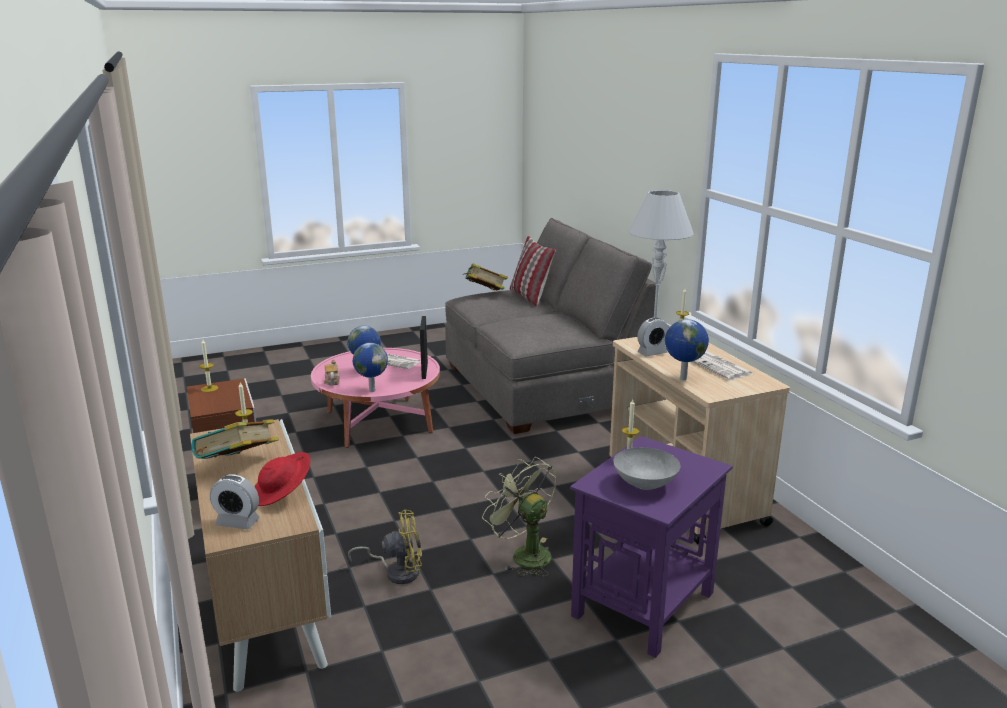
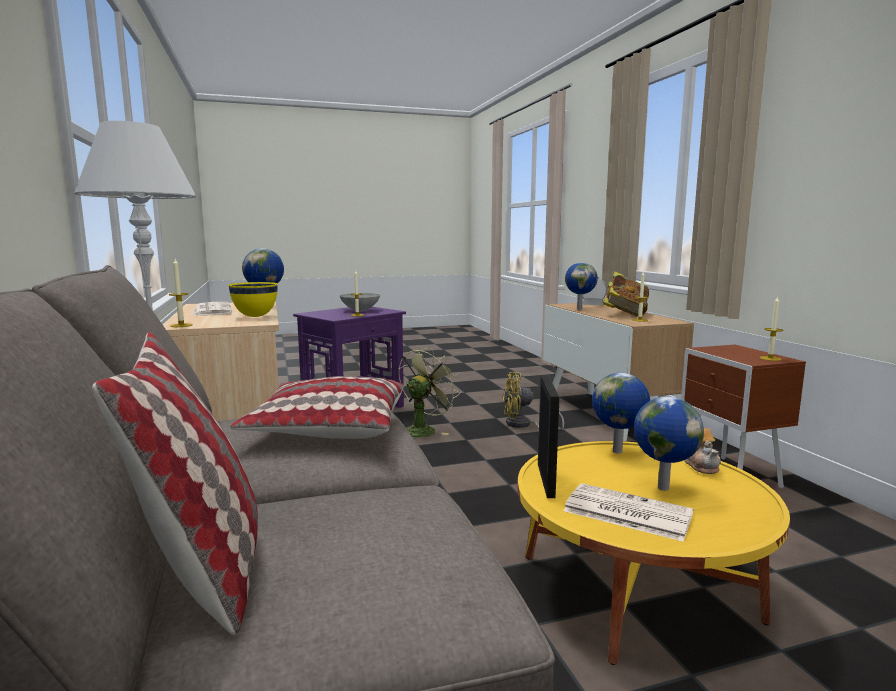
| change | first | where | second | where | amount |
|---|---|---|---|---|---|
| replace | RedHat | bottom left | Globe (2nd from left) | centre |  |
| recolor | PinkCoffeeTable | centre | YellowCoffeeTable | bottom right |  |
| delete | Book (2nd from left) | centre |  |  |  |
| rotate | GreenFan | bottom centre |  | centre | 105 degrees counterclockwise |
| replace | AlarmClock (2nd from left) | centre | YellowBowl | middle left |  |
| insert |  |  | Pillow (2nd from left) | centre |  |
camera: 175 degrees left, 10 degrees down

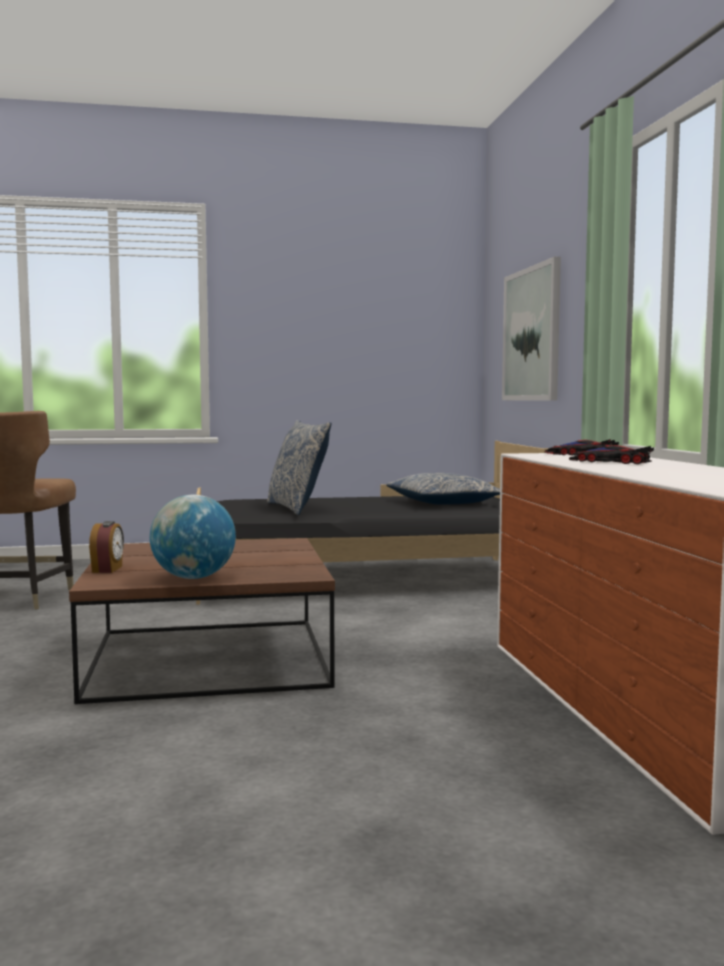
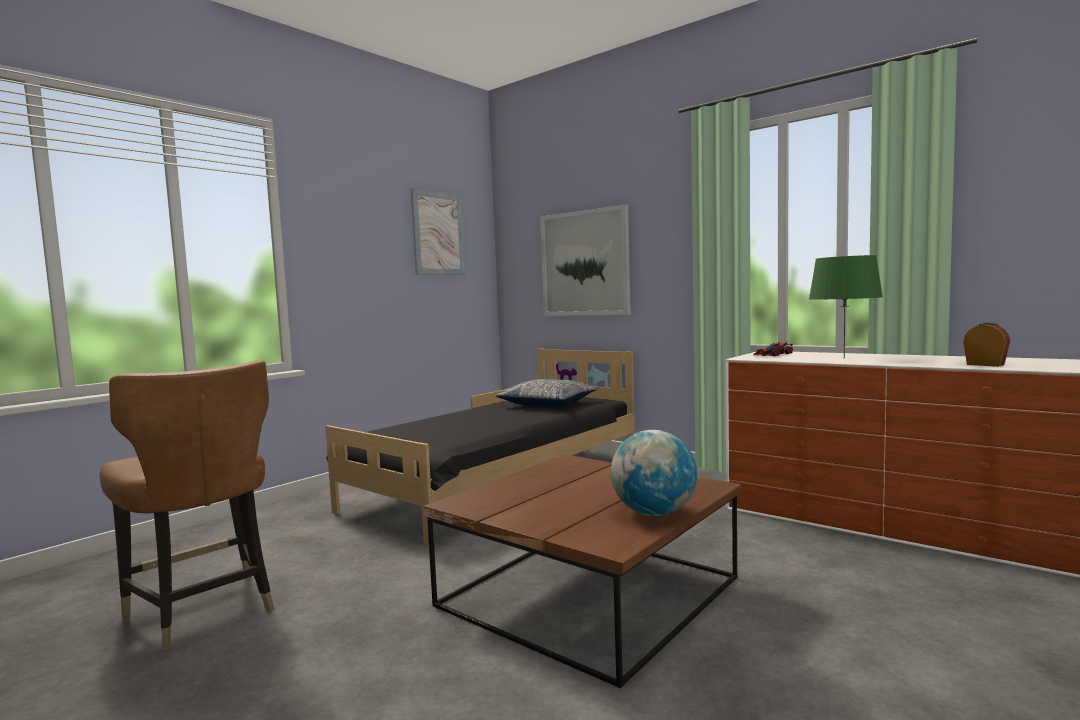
| change | first | where | second | where | amount |
|---|---|---|---|---|---|
| move | AlarmClock | middle left |  | middle right |  |
| delete | Pillow (1st from left) | centre |  |  |  |
| replace | ToyCar (2nd from left) | middle right | GreenTableLamp | middle right |  |
| insert |  |  | Picture (1st from left) | top centre |  |
camera: 40 degrees left, 0 degrees up

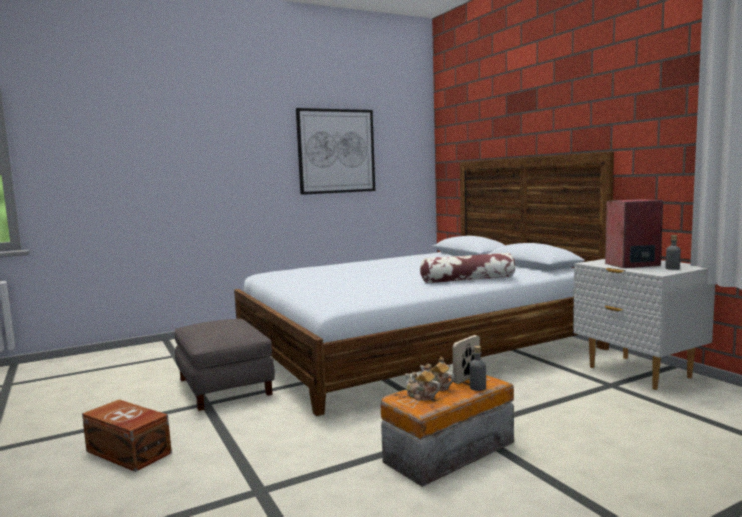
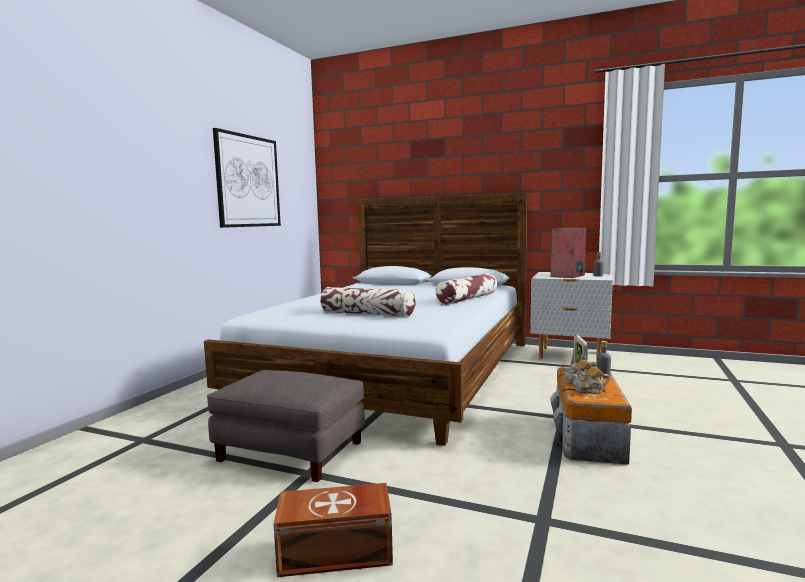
| change | first | where | second | where | amount |
|---|---|---|---|---|---|
| insert |  |  | Pillow (1st from left) | centre |  |
camera: 40 degrees left, 0 degrees up

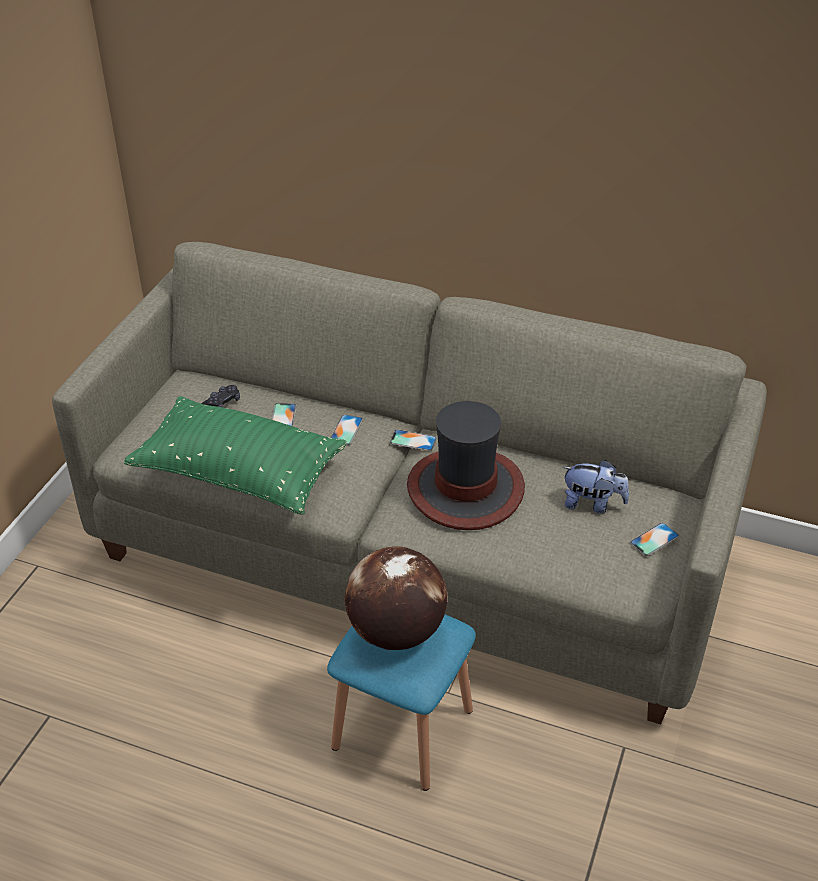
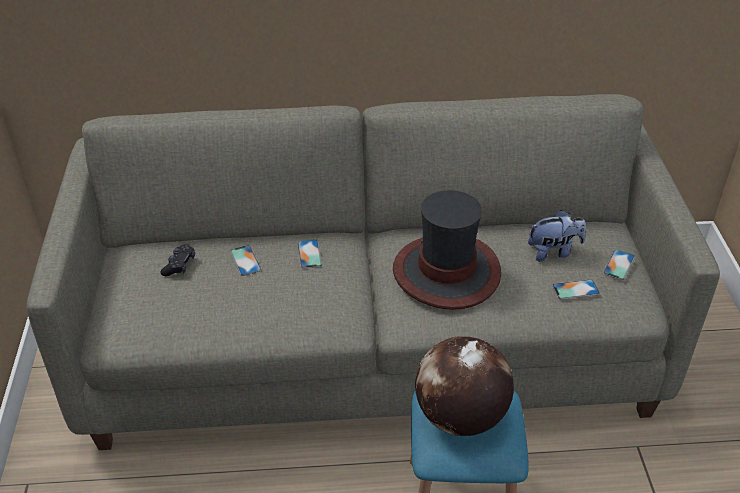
| change | first | where | second | where | amount |
|---|---|---|---|---|---|
| delete | GreenPillow | middle left |  |  |  |
| move | Phone (3rd from left) | centre |  | middle right |  |
camera: 25 degrees left, 0 degrees up

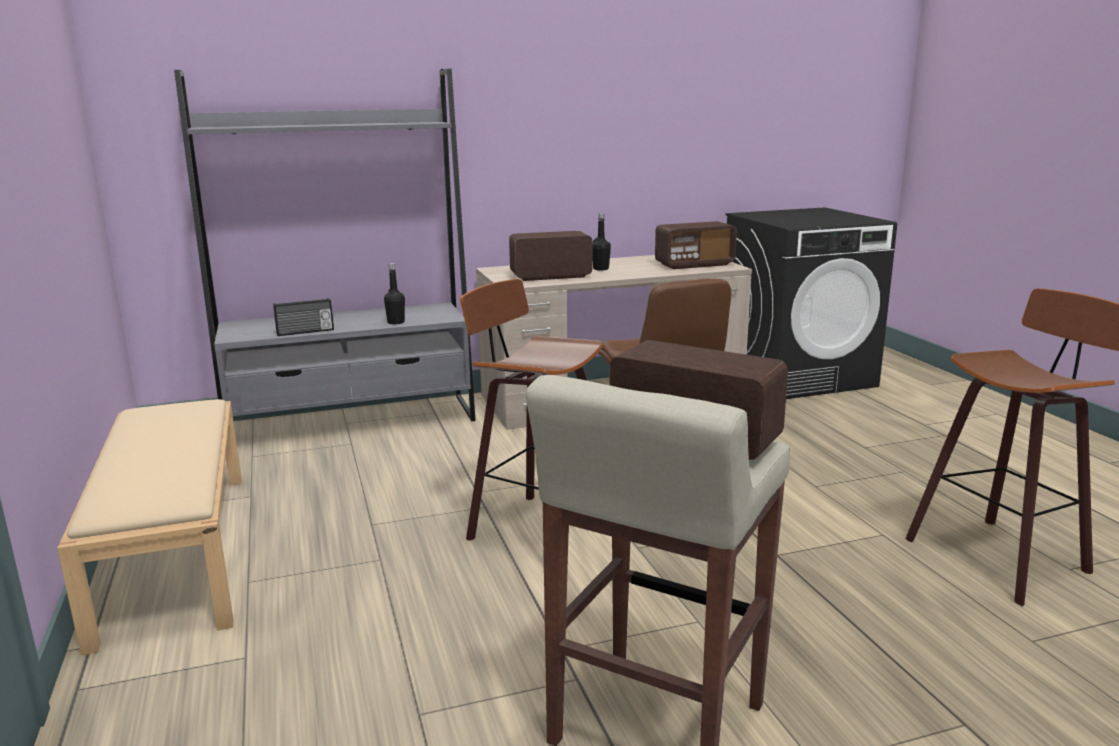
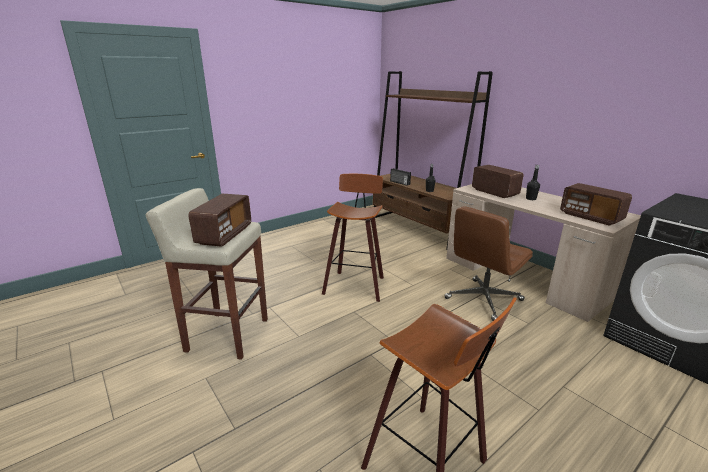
| change | first | where | second | where | amount |
|---|---|---|---|---|---|
| delete | BeigeBench | bottom left |  |  |  |
| recolor | GreyBookcase | top left | BrownBookcase | centre |  |
camera: 70 degrees right, 5 degrees up

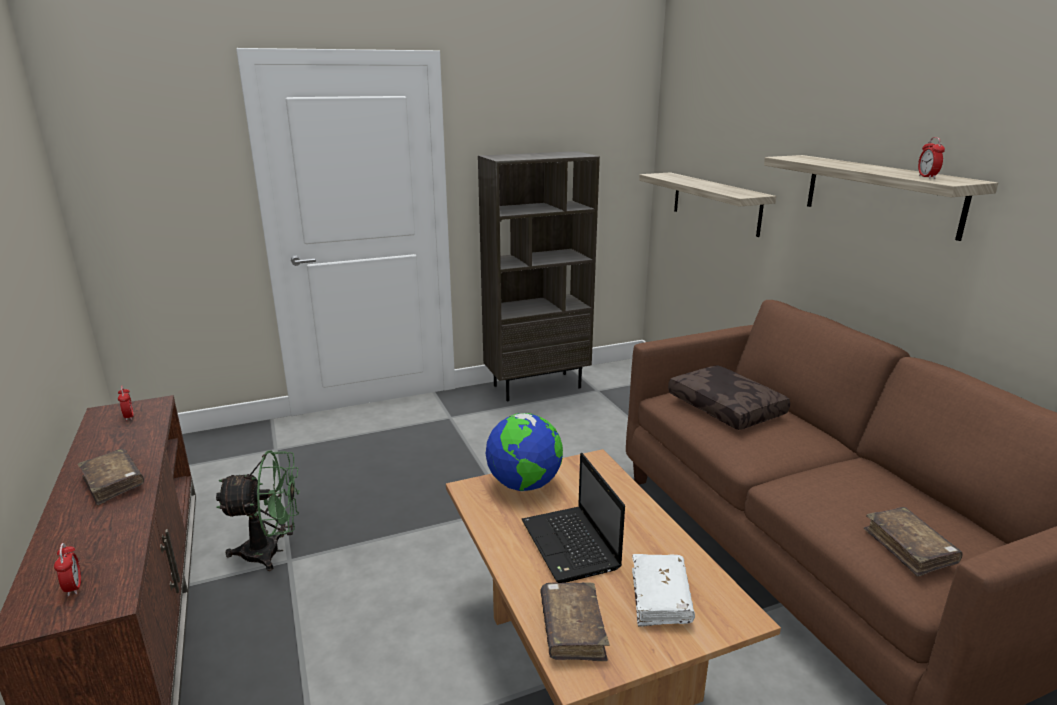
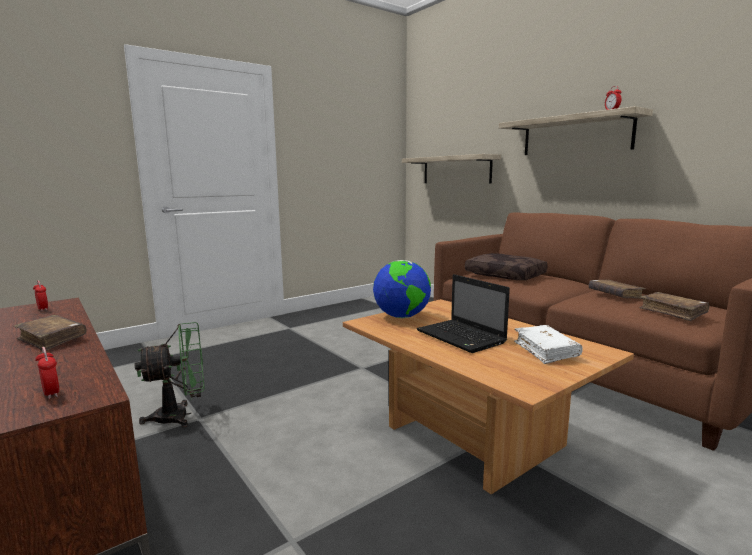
| change | first | where | second | where | amount |
|---|---|---|---|---|---|
| delete | BrownBookcase | centre |  |  |  |
| move | BrownBook (2nd from left) | bottom centre |  | middle right |  |
camera: 15 degrees left, 10 degrees down

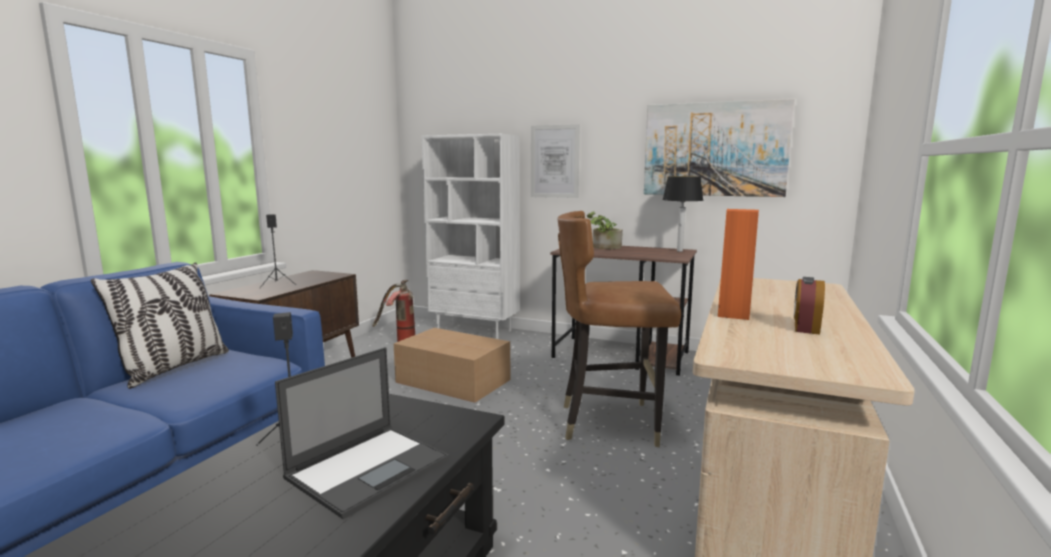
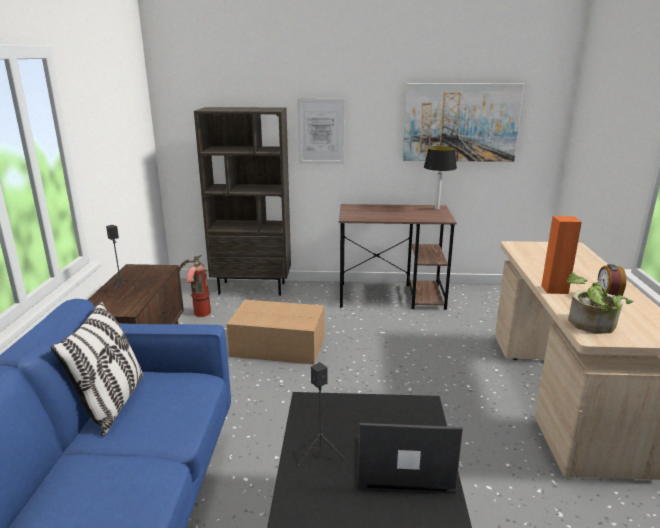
| change | first | where | second | where | amount |
|---|---|---|---|---|---|
| rotate | Laptop | bottom centre |  | bottom centre | 105 degrees counterclockwise |
| recolor | WhiteBookcase | centre | BrownBookcase | centre |  |
| delete | BrownChair | centre |  |  |  |
| move | PottedPlant | centre |  | middle right |  |
camera: 20 degrees left, 10 degrees up

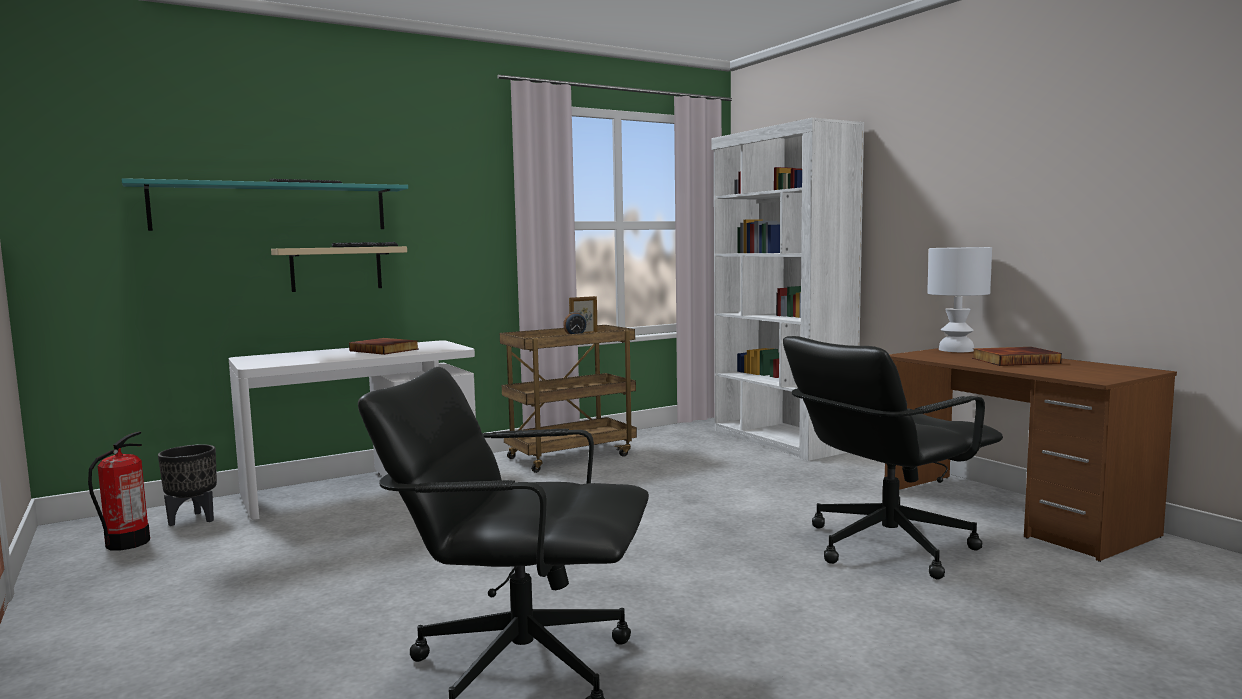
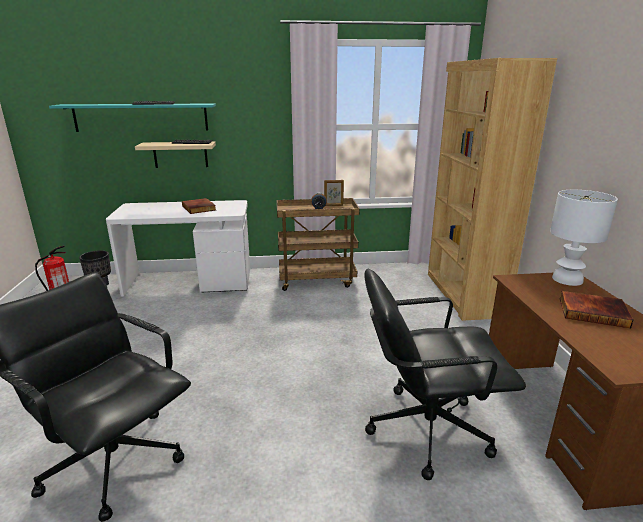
| change | first | where | second | where | amount |
|---|---|---|---|---|---|
| recolor | WhiteBookcase | centre | BrownBookcase | middle right |  |
camera: 25 degrees right, 15 degrees up

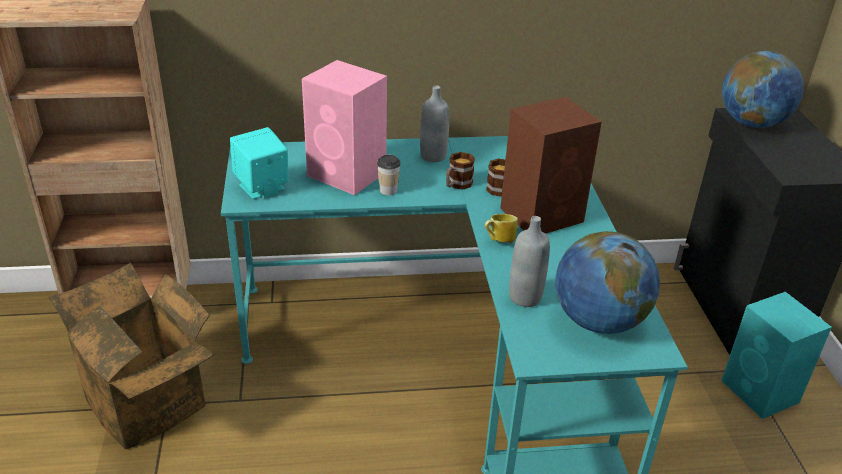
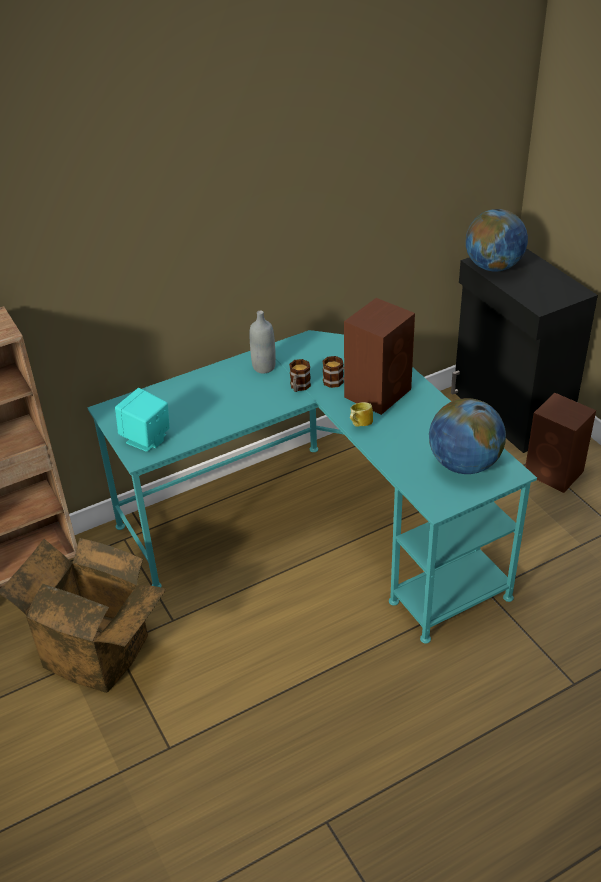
| change | first | where | second | where | amount |
|---|---|---|---|---|---|
| delete | PinkSpeaker | top centre |  |  |  |
| delete | Cup | centre |  |  |  |
| delete | GreyBottle (2nd from left) | centre |  |  |  |
| recolor | TurquoiseSpeaker (2nd from left) | bottom right | BrownSpeaker (2nd from left) | middle right |  |
camera: 20 degrees left, 5 degrees up

